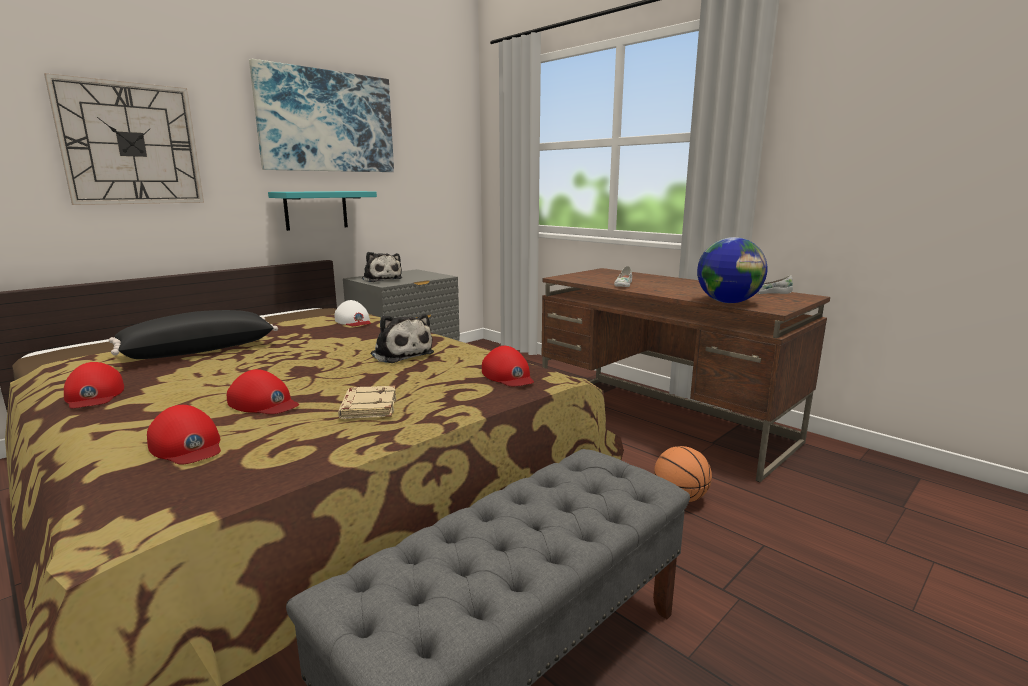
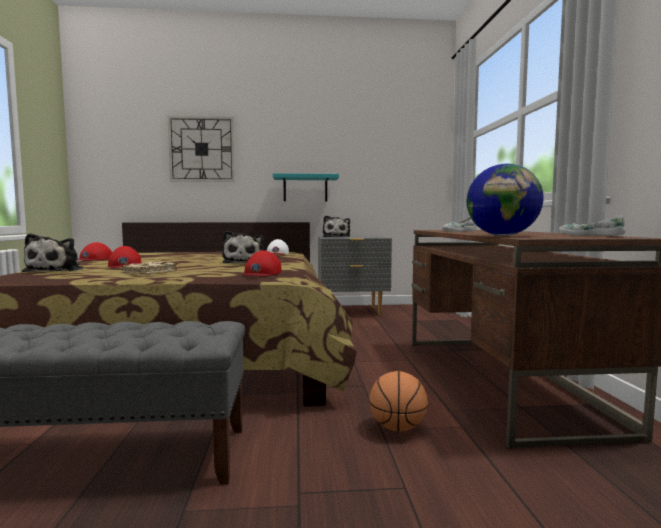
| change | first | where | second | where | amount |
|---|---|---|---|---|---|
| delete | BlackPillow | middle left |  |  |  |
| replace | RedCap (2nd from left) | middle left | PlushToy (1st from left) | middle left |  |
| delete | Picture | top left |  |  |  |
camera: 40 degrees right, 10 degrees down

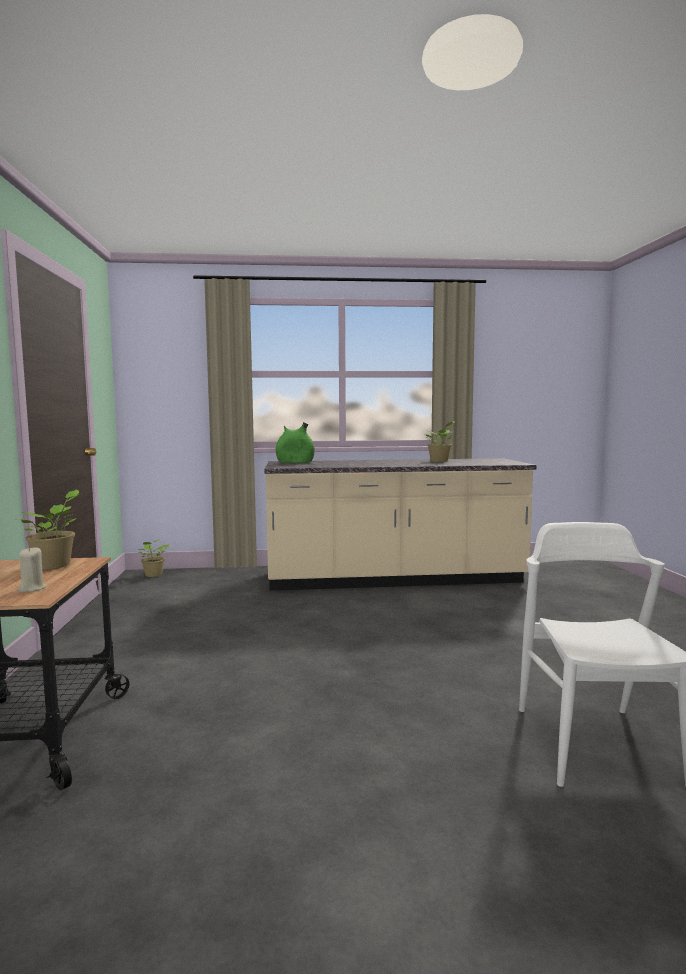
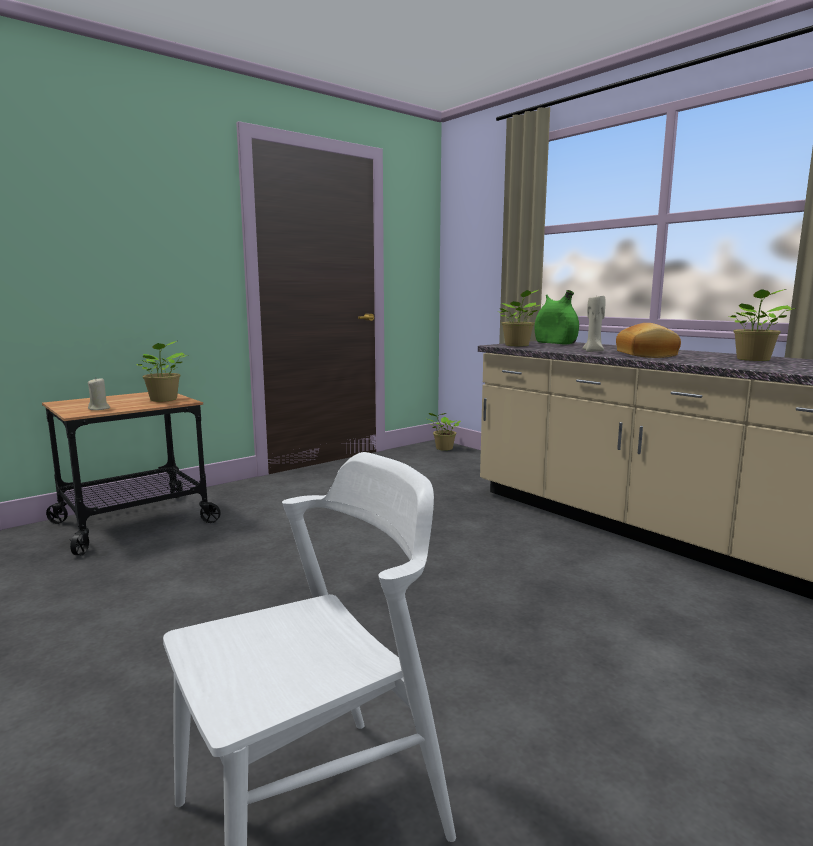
| change | first | where | second | where | amount |
|---|---|---|---|---|---|
| insert |  |  | PottedPlant (3rd from left) | centre |  |
| insert |  |  | BeigeCandle (2nd from left) | middle right |  |
| insert |  |  | Bread | middle right |  |
camera: 55 degrees right, 5 degrees up

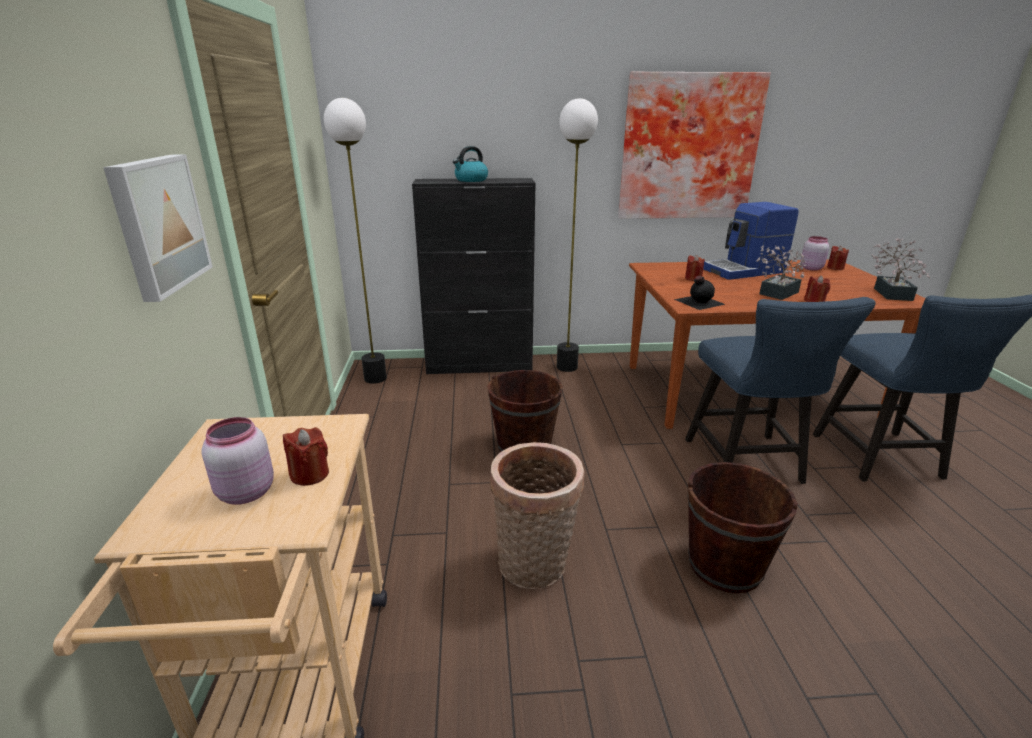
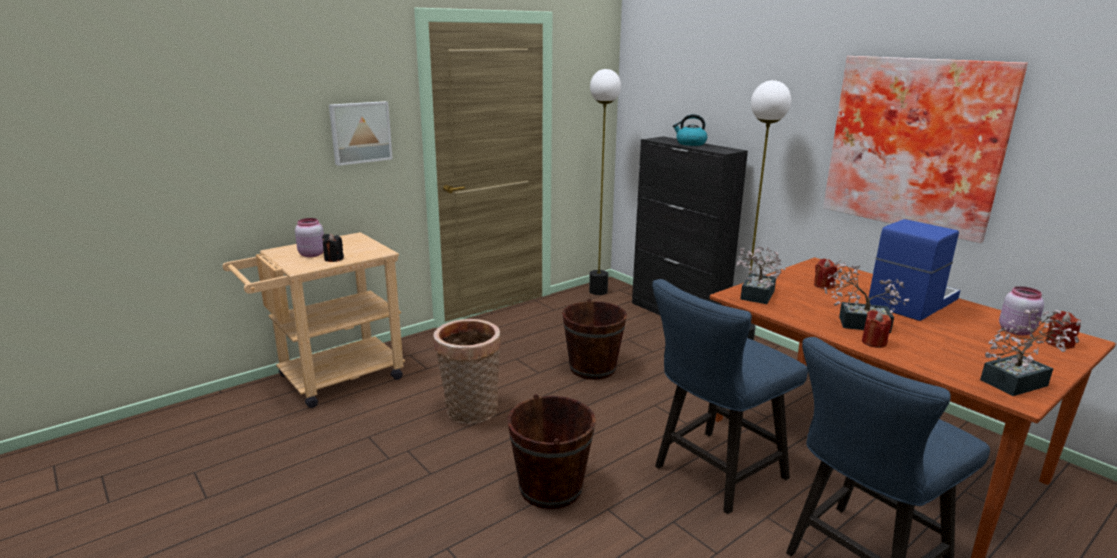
| change | first | where | second | where | amount |
|---|---|---|---|---|---|
| recolor | RedCandle (1st from left) | middle left | BlackCandle | middle left |  |
| replace | BlackBottle | middle right | PottedPlant (1st from left) | middle right |  |
| rotate | CoffeeMachine | top right |  | middle right | 105 degrees clockwise |
camera: 55 degrees right, 5 degrees down

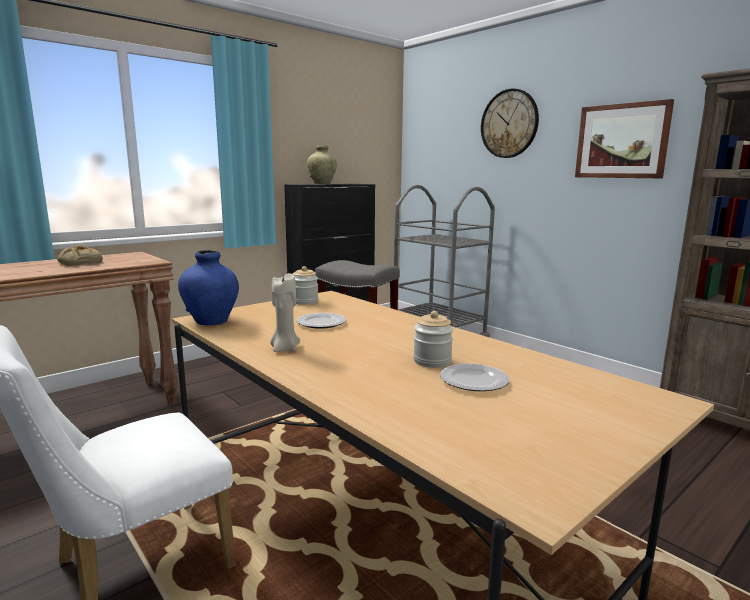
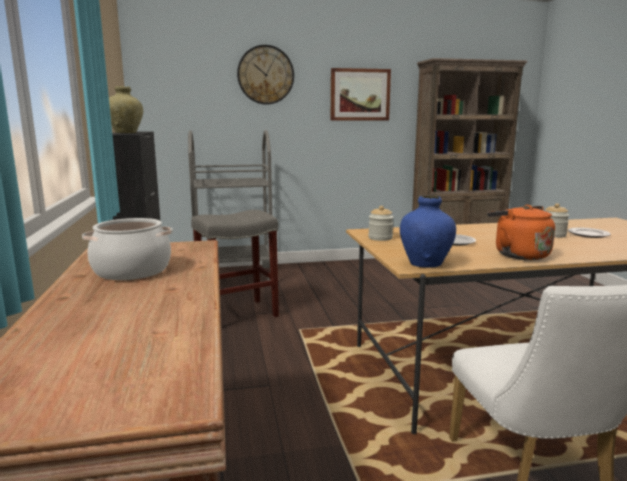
| change | first | where | second | where | amount |
|---|---|---|---|---|---|
| replace | Bread | middle left | CookingPot | middle left |  |
| replace | BeigeCandle | centre | OrangeKettle | middle right |  |
camera: 60 degrees left, 0 degrees up

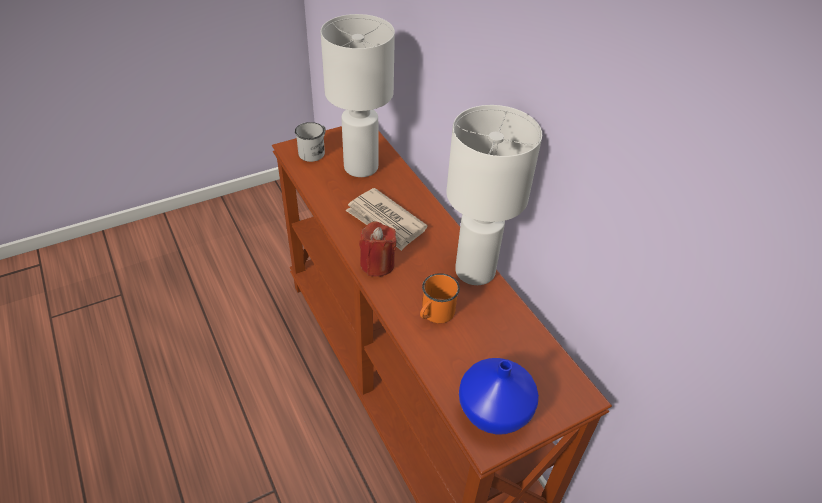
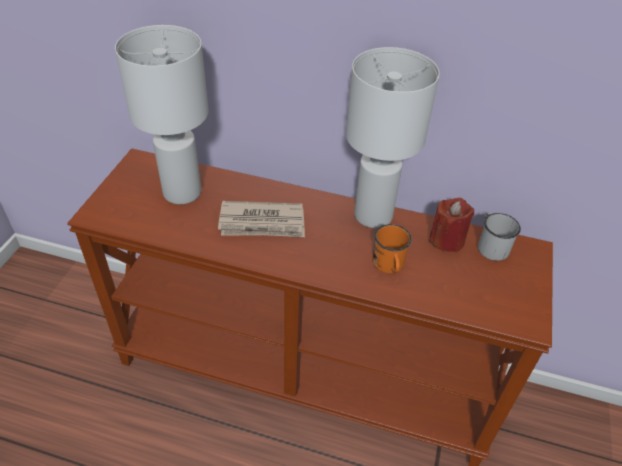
| change | first | where | second | where | amount |
|---|---|---|---|---|---|
| move | WhiteMug | top centre |  | middle right |  |
| move | RedCandle | centre |  | middle right |  |
| delete | BlueVase | bottom centre |  |  |  |
camera: 45 degrees left, 0 degrees up

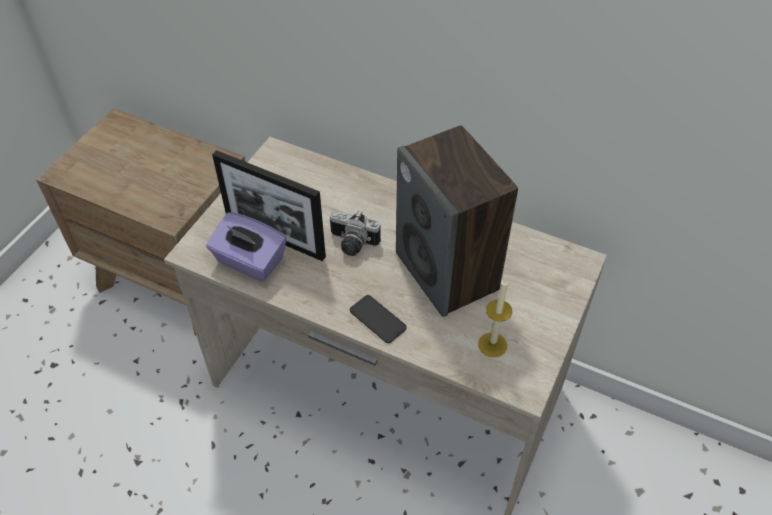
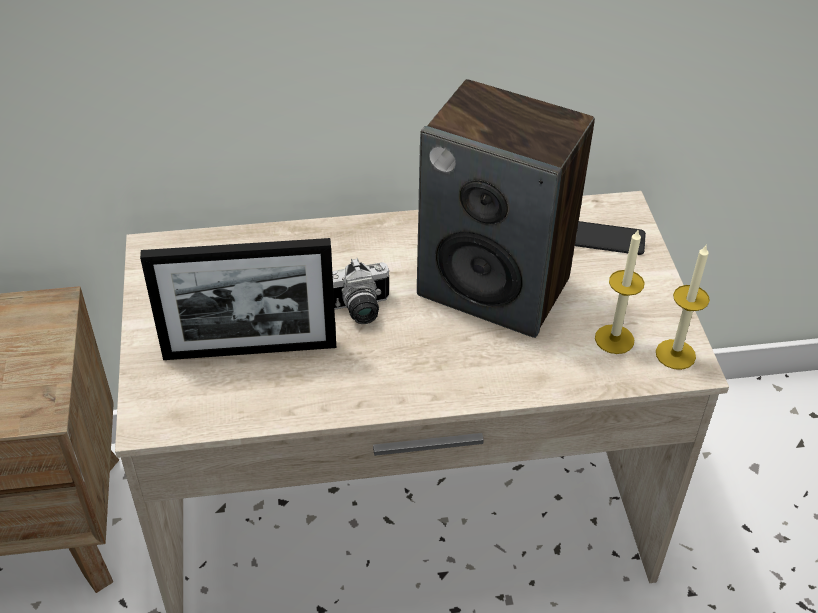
| change | first | where | second | where | amount |
|---|---|---|---|---|---|
| delete | PurpleTissueBox | middle left |  |  |  |
| move | Phone | centre |  | middle right |  |
| insert |  |  | Candle (2nd from left) | middle right |  |
camera: 35 degrees left, 5 degrees down

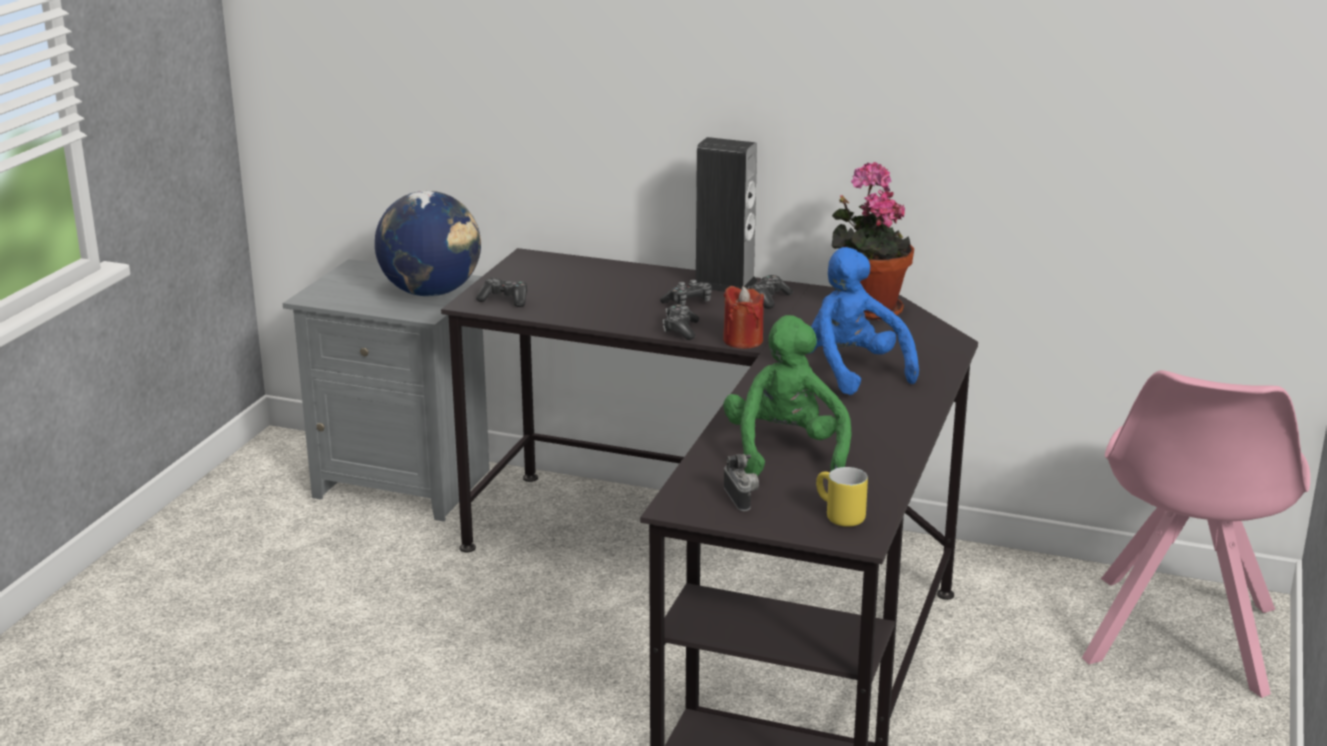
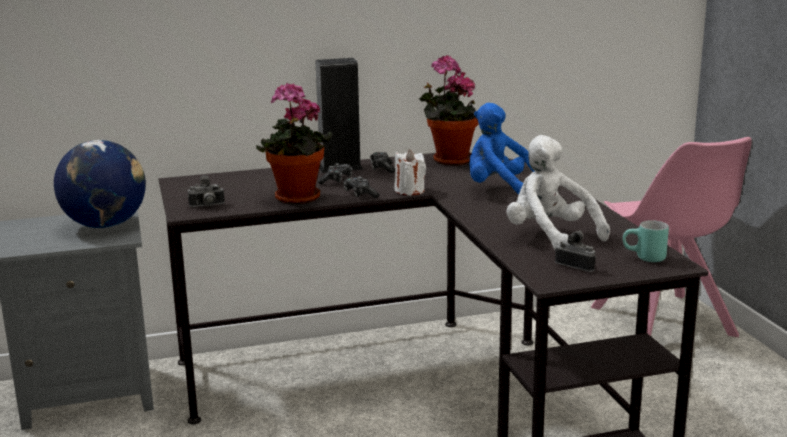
| change | first | where | second | where | amount |
|---|---|---|---|---|---|
| replace | GameController (1st from left) | centre | PhotoCamera (1st from left) | middle left |  |
| recolor | RedCandle | centre | WhiteCandle | centre |  |
| recolor | GreenPlushToy | centre | WhitePlushToy | middle right |  |
| recolor | YellowMug | centre | TurquoiseMug | middle right |  |
| insert |  |  | PottedPlant (1st from left) | top centre |  |
camera: 35 degrees left, 5 degrees down

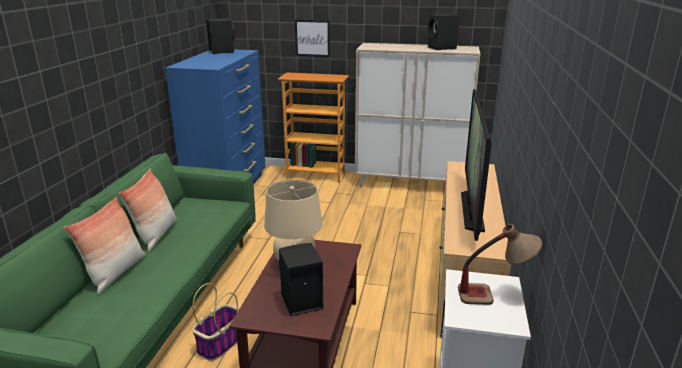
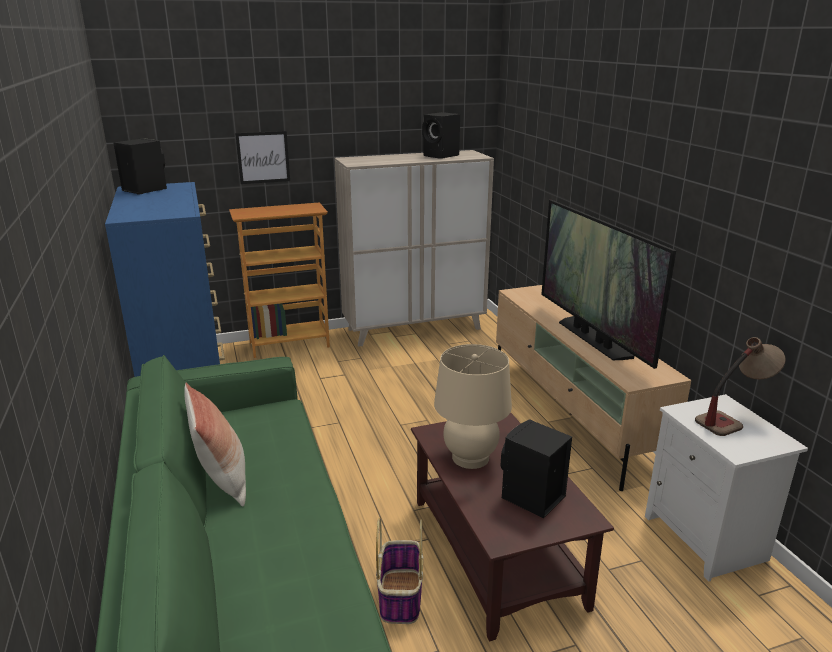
| change | first | where | second | where | amount |
|---|---|---|---|---|---|
| delete | Pillow (1st from left) | bottom left |  |  |  |
camera: 30 degrees left, 0 degrees up

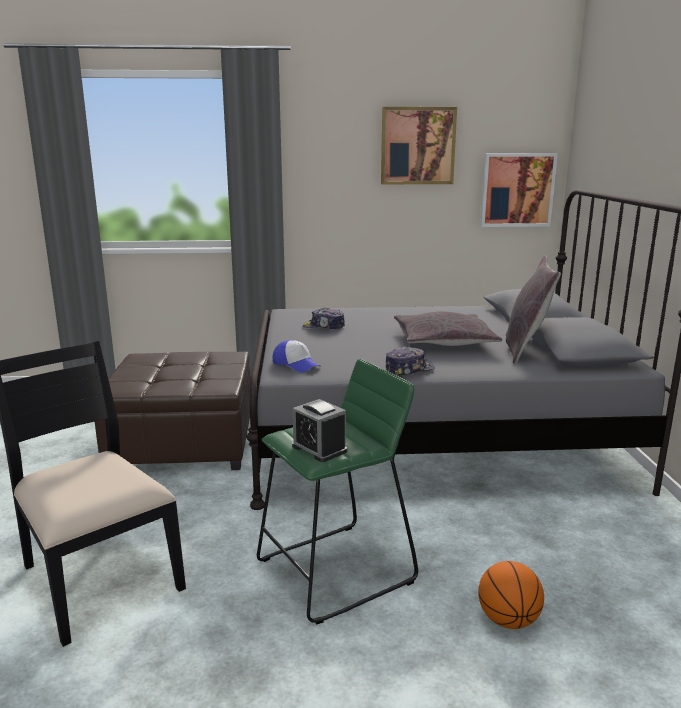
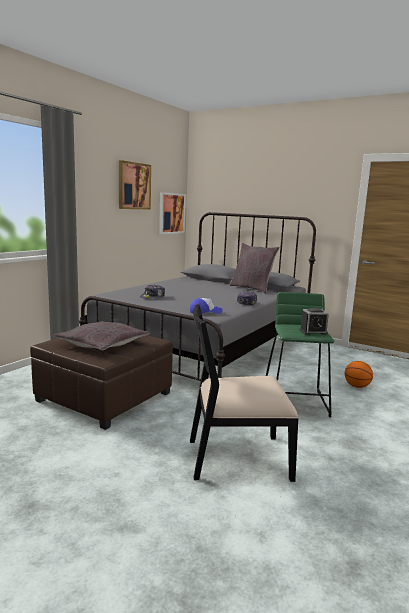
| change | first | where | second | where | amount |
|---|---|---|---|---|---|
| move | GreyPillow (1st from left) | centre |  | middle left |  |
camera: 55 degrees left, 5 degrees down

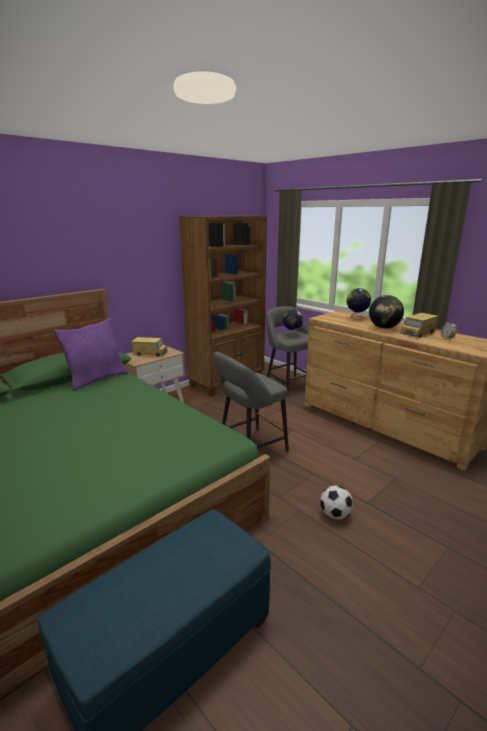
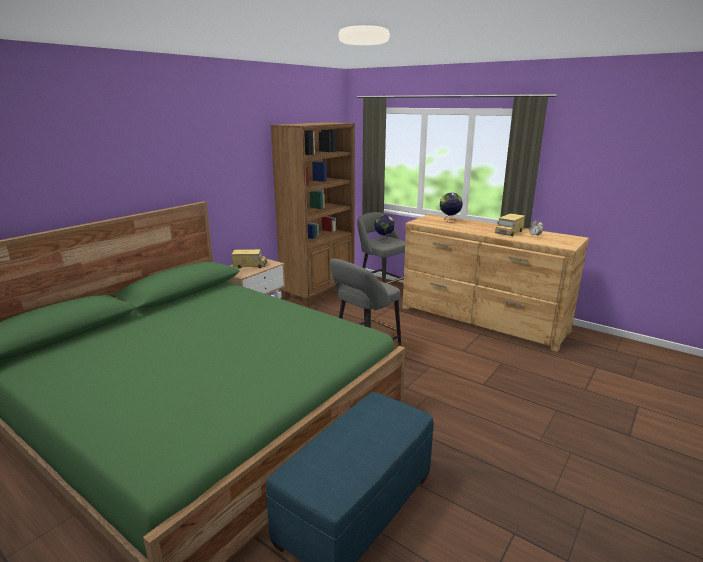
| change | first | where | second | where | amount |
|---|---|---|---|---|---|
| delete | PurplePillow | middle left |  |  |  |
| delete | Football | bottom right |  |  |  |
| delete | Globe (3rd from left) | middle right |  |  |  |
camera: 10 degrees left, 0 degrees up

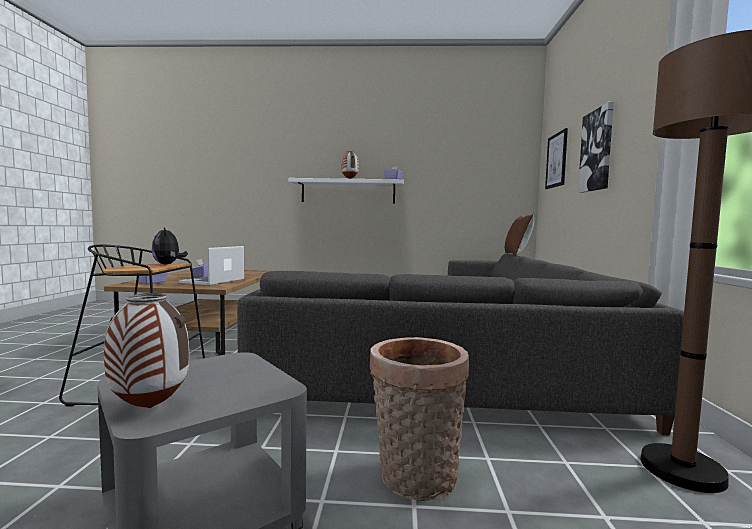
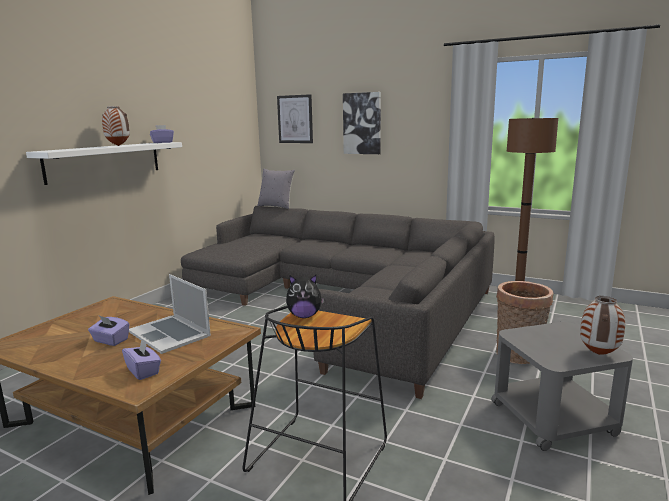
| change | first | where | second | where | amount |
|---|---|---|---|---|---|
| recolor | BrownPillow | middle right | GreyPillow | centre |  |
camera: 65 degrees left, 10 degrees up

